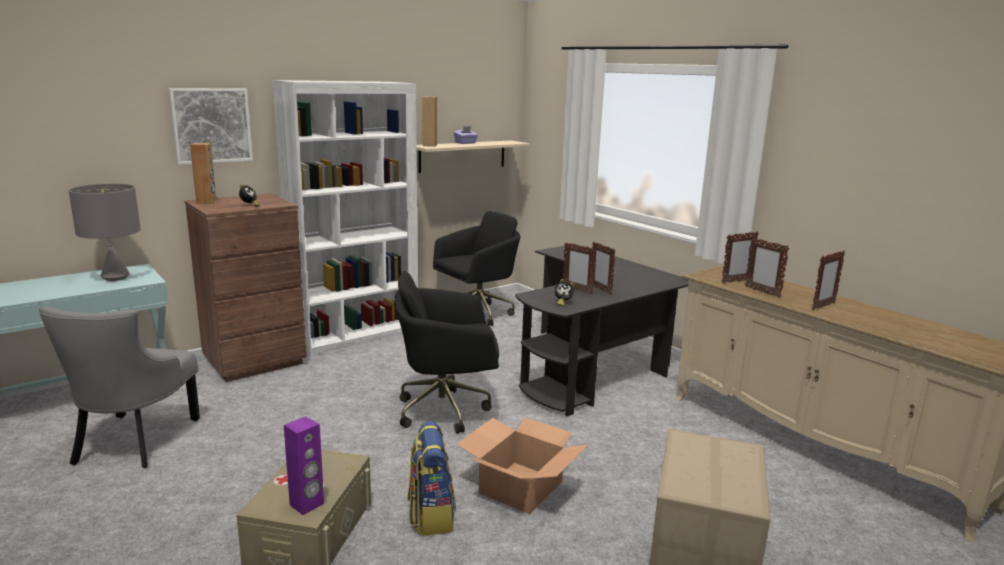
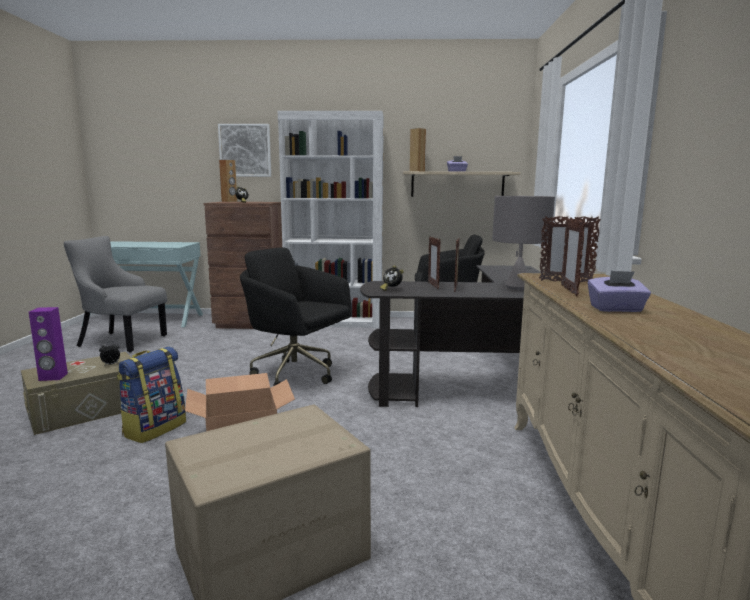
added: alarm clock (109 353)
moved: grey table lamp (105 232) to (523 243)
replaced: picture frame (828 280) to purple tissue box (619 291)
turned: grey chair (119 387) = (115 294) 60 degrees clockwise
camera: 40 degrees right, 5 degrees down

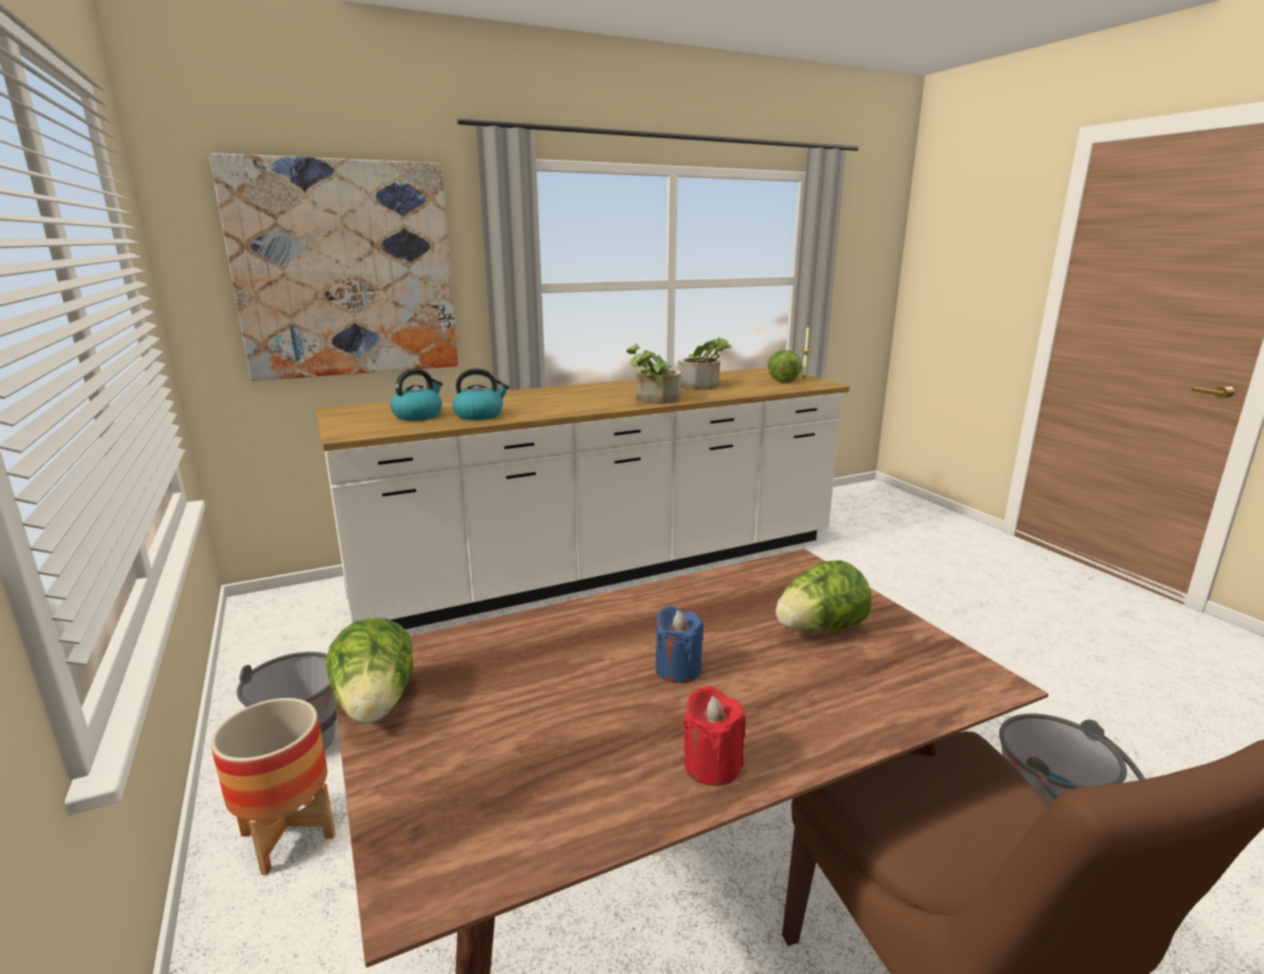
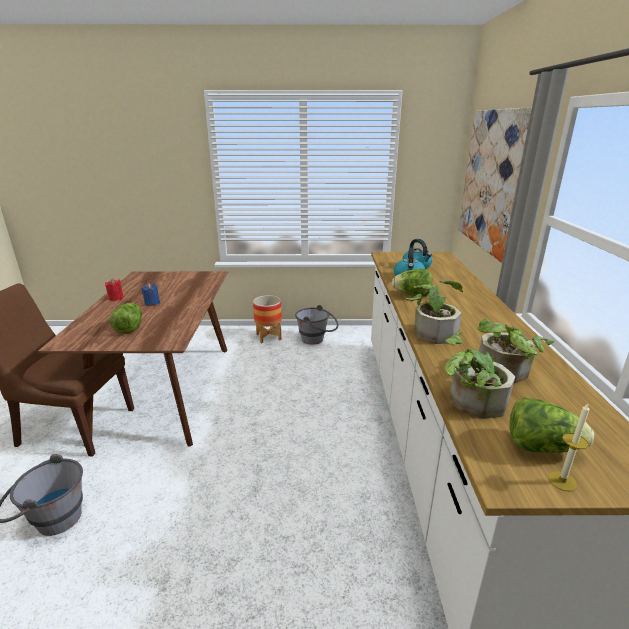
added: potted plant (480 375)
moved: lettuce (369 670) to (412 283)
camera: 115 degrees right, 5 degrees up

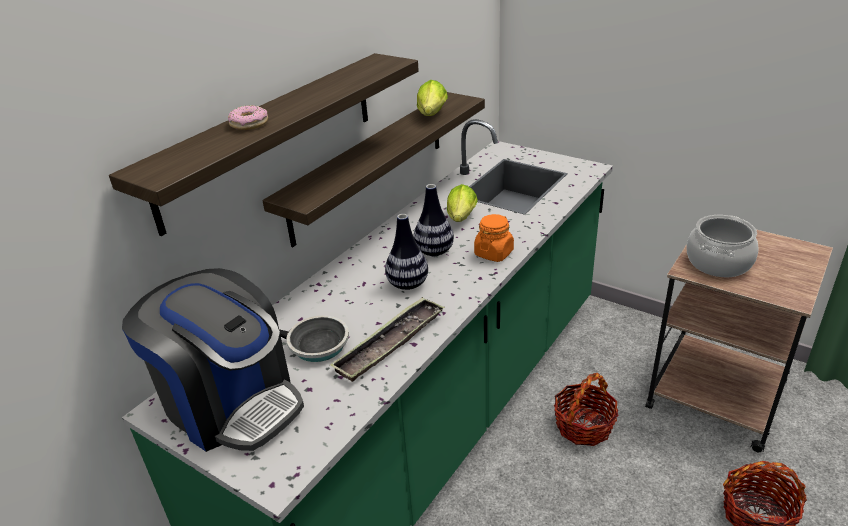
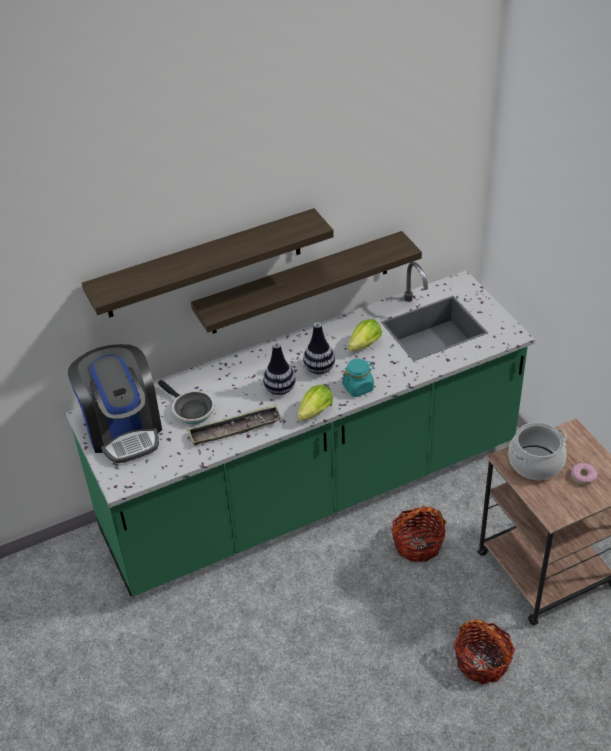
moved: donut (248 117) to (584 474); lettuce (432 98) to (315 403)
recoloured: orange jar (494 238) to turquoise jar (358 378)
camera: 30 degrees right, 10 degrees up

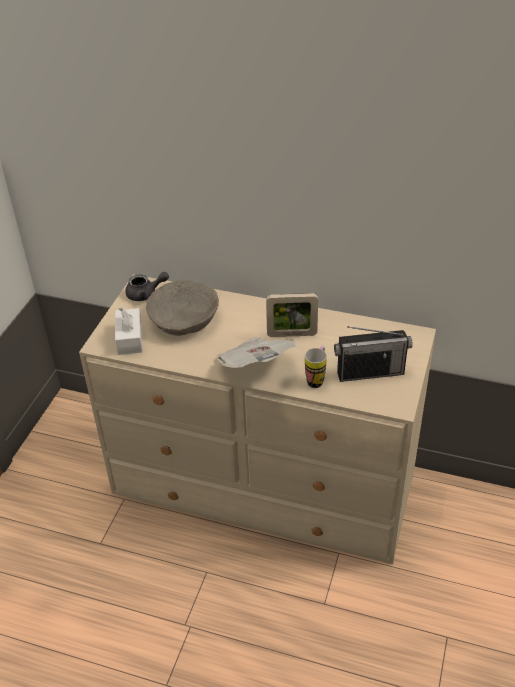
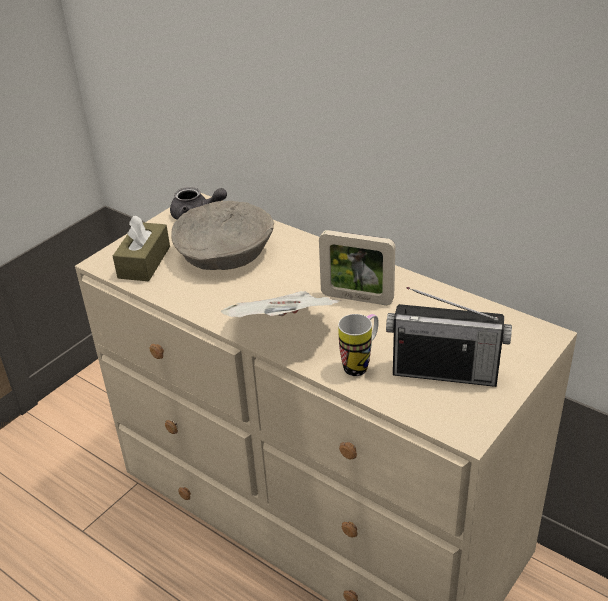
recoloured: white tissue box (129 331) to brown tissue box (141 248)
camera: 20 degrees right, 5 degrees down

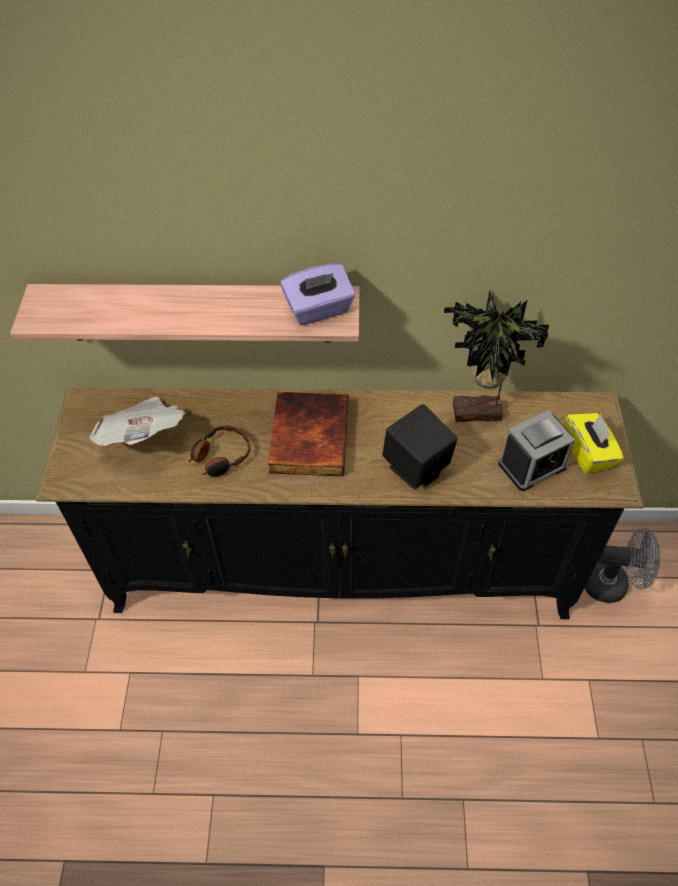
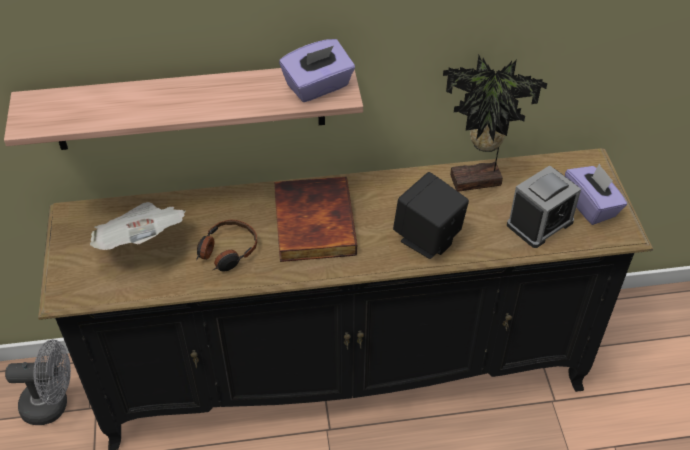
moved: grey fan (622 565) to (38 382)
recoloured: yellow tissue box (594 443) to purple tissue box (596 194)
camera: 10 degrees left, 5 degrees down

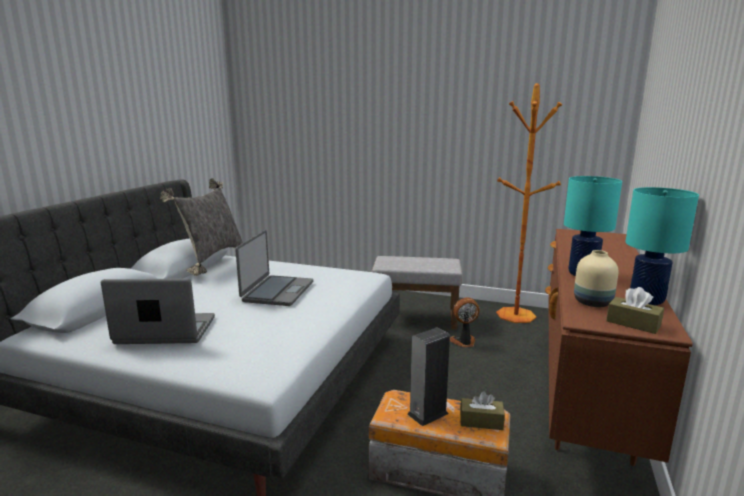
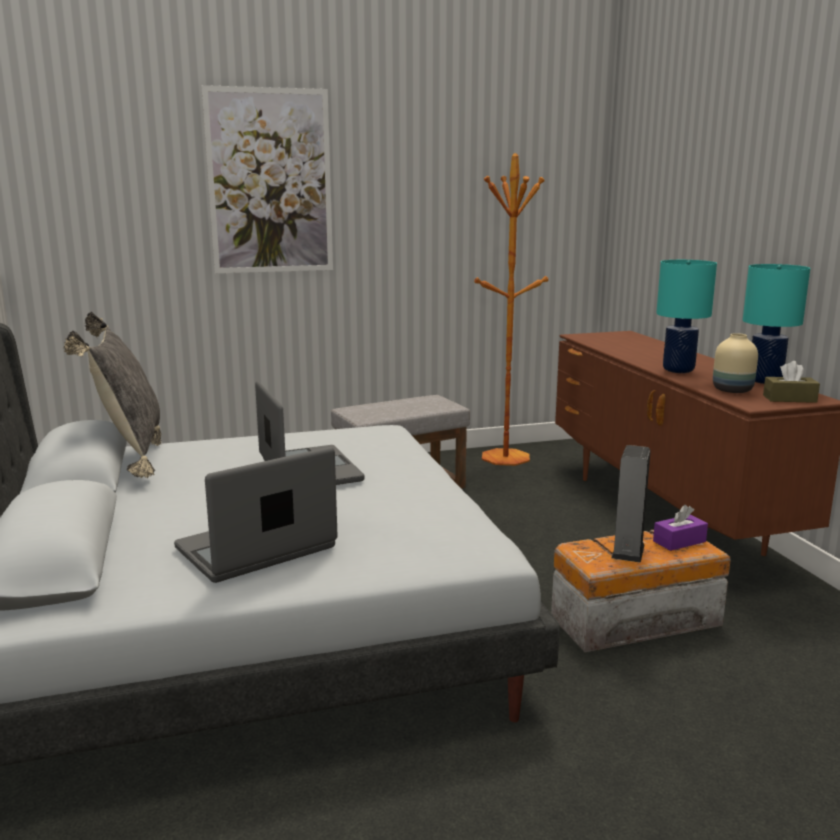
removed: fan (465 322)
added: picture (267 179)
recoloured: brown tissue box (482 410) to purple tissue box (680 528)
camera: 35 degrees left, 0 degrees up

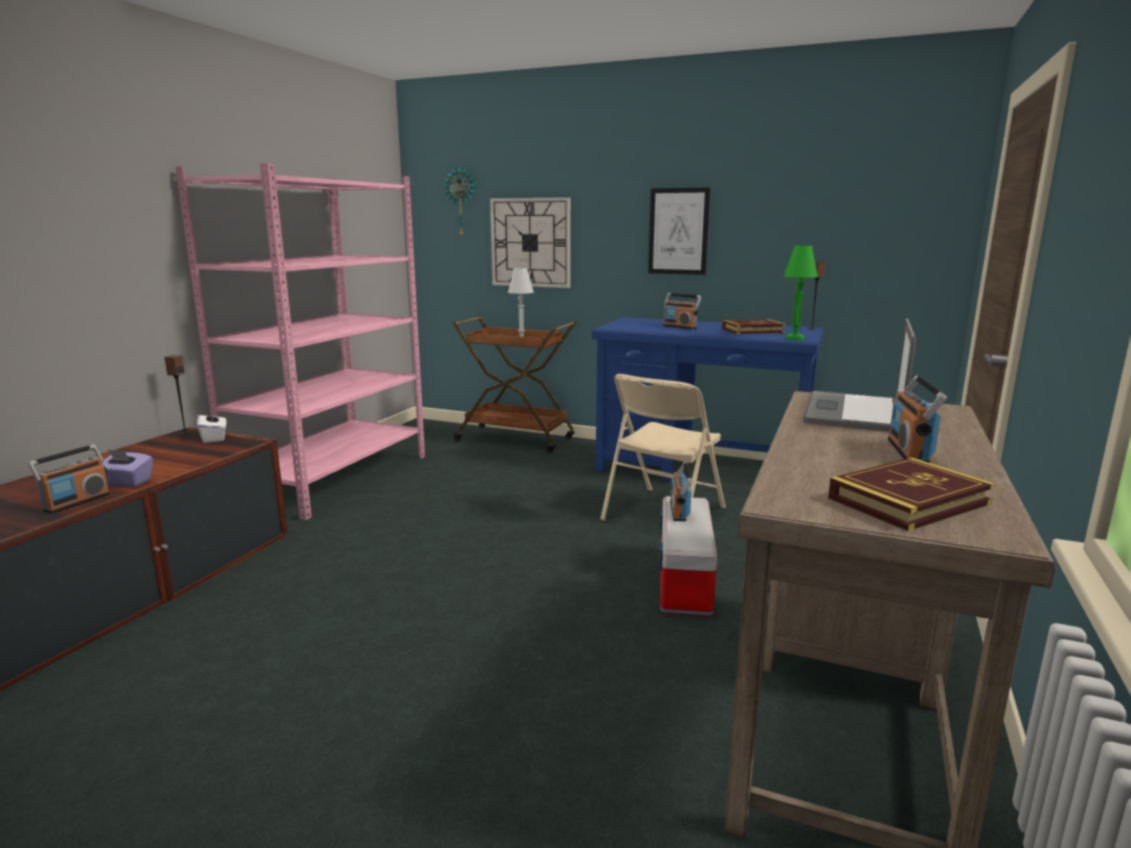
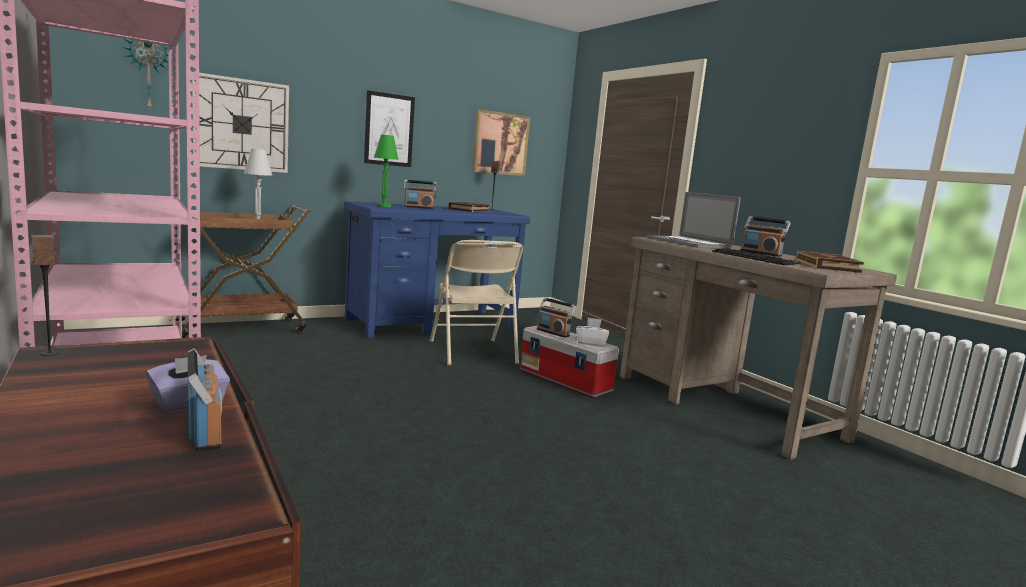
added: picture (501 142); keyboard (756 256)
moved: white tissue box (212 426) to (592 332); green table lamp (801 292) to (386 171)
camera: 55 degrees left, 5 degrees down

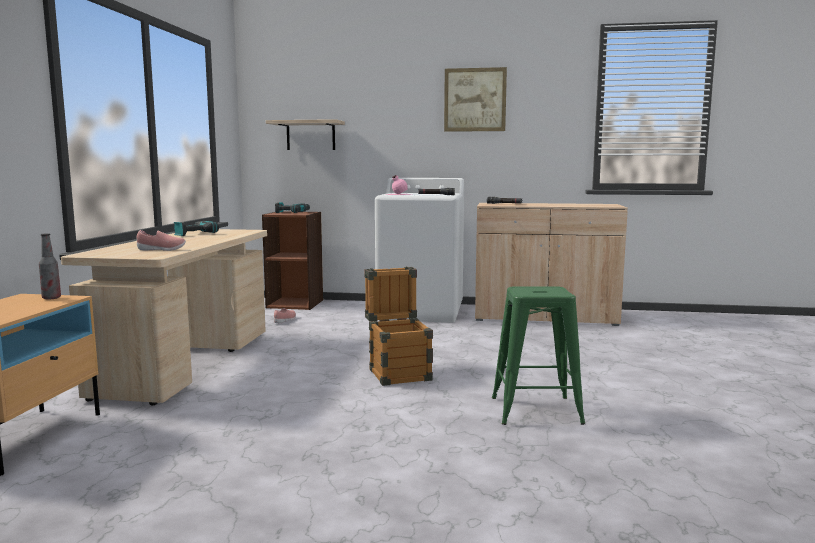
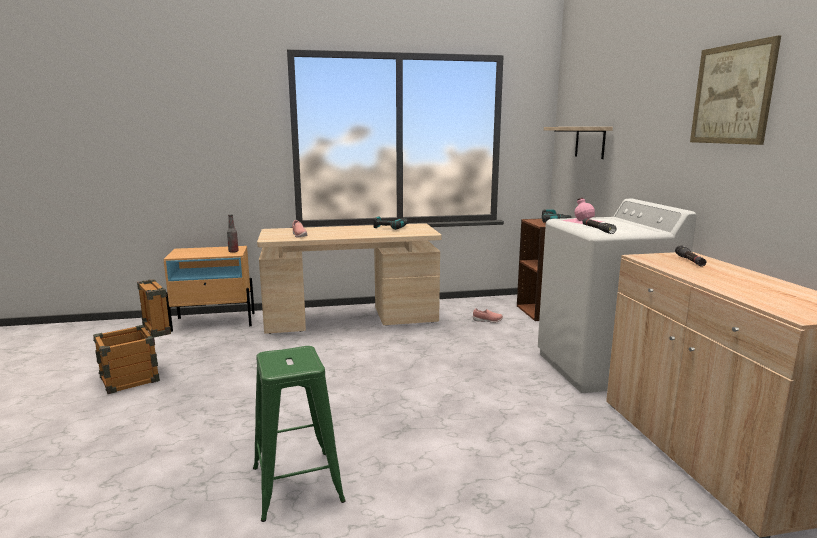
moved: crate (398 326) to (132 336)
camera: 70 degrees right, 5 degrees up

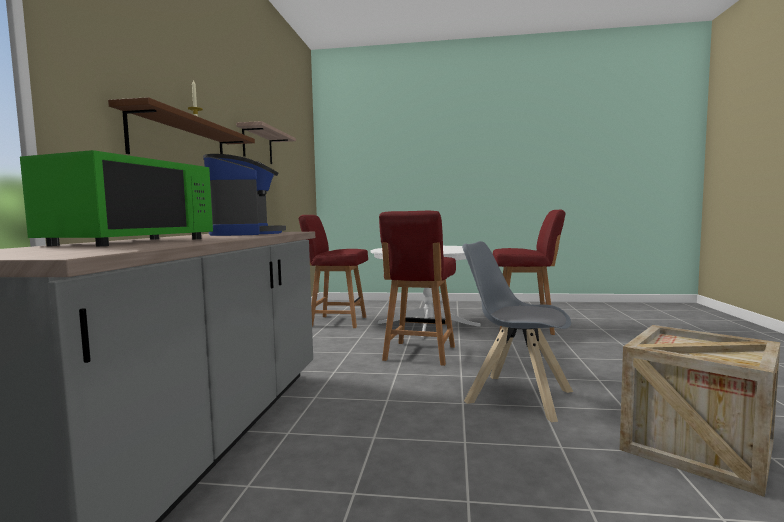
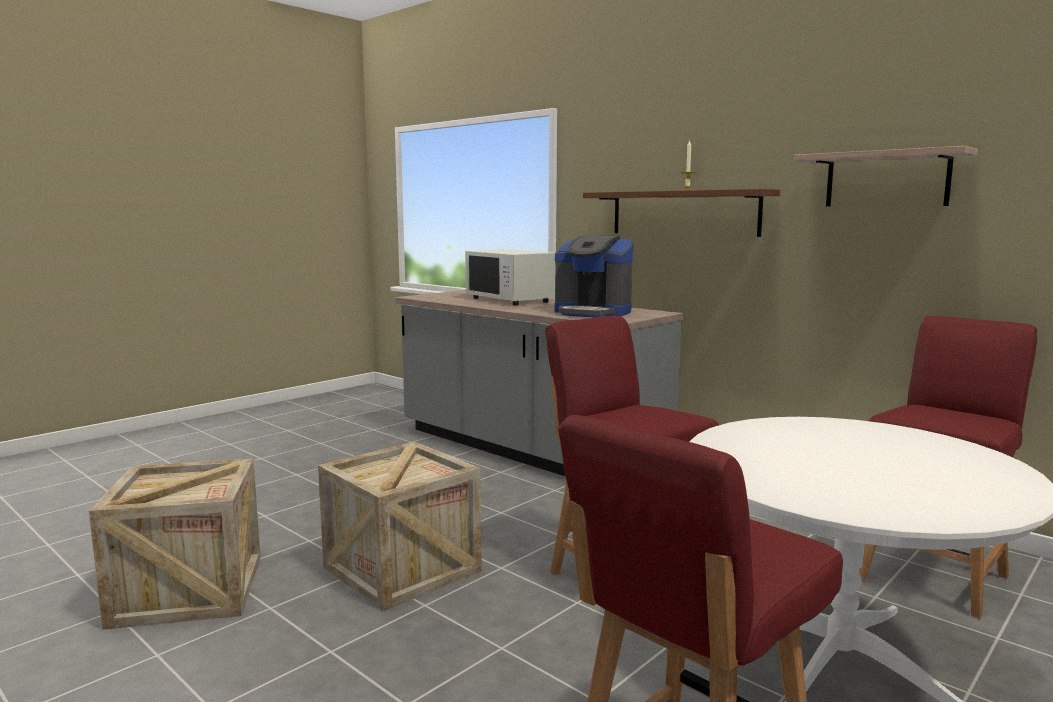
replaced: grey chair (517 331) to crate (400 527)
recoloured: green microwave (116 198) to white microwave (510 277)
camera: 125 degrees right, 5 degrees up

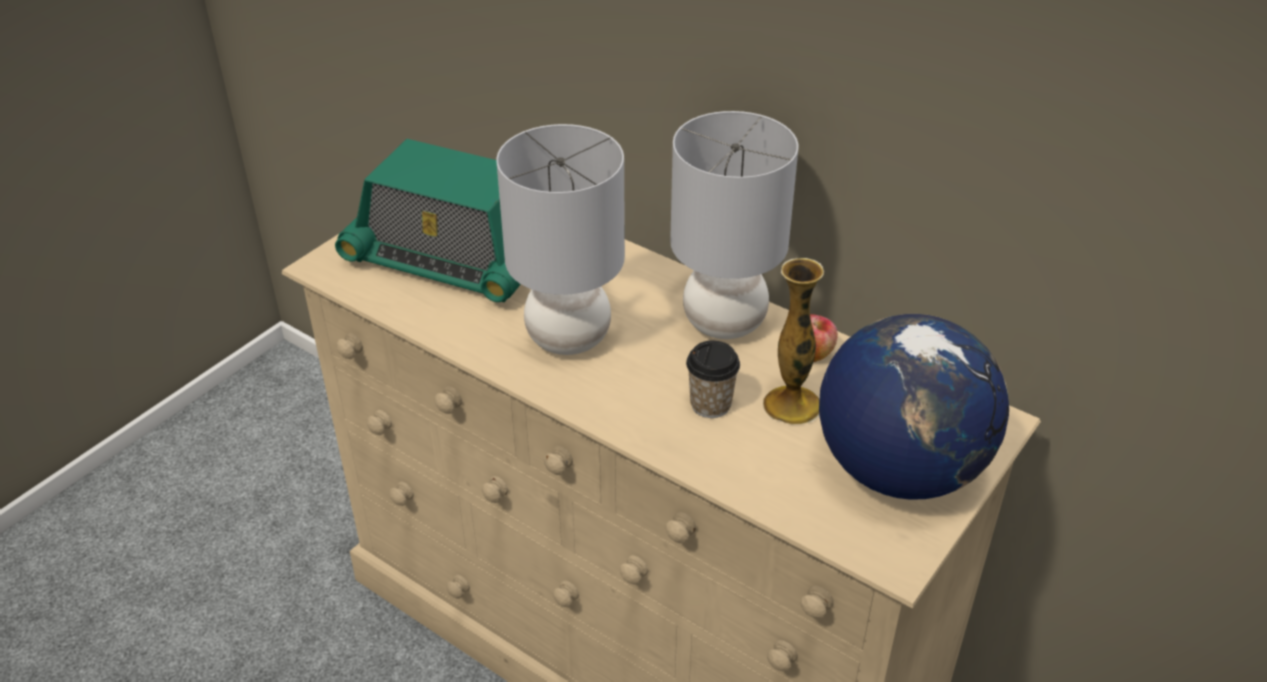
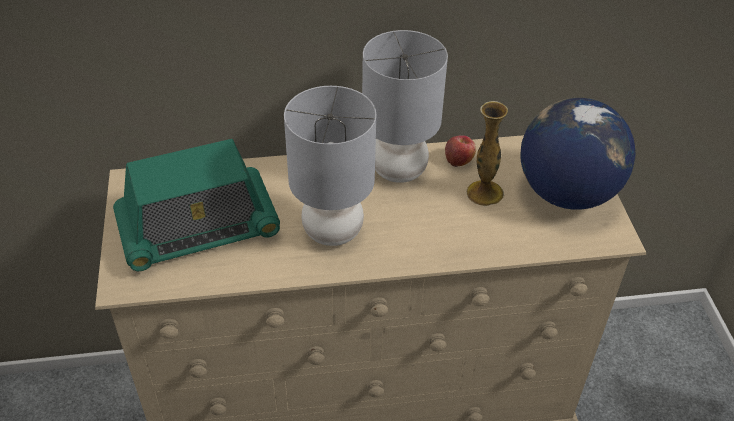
removed: cup (713 379)
camera: 45 degrees left, 5 degrees up

